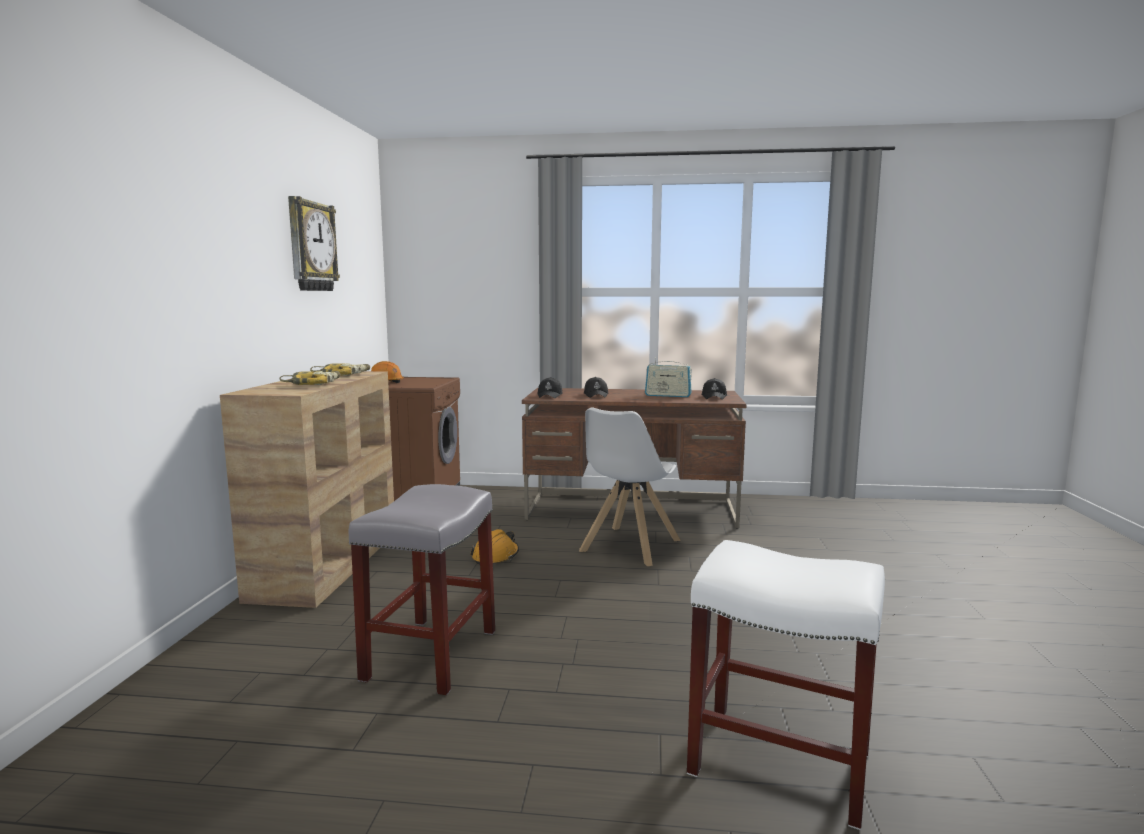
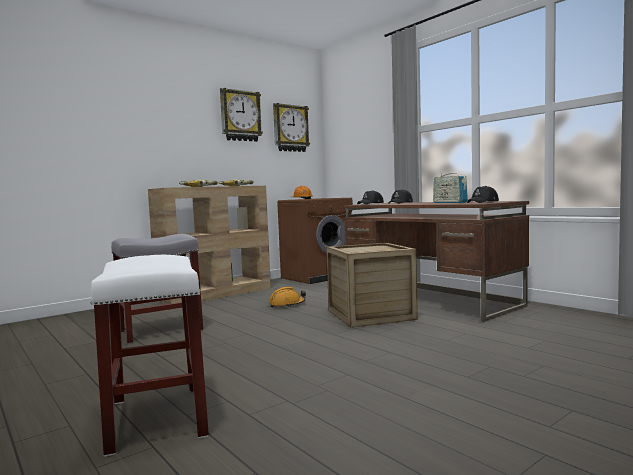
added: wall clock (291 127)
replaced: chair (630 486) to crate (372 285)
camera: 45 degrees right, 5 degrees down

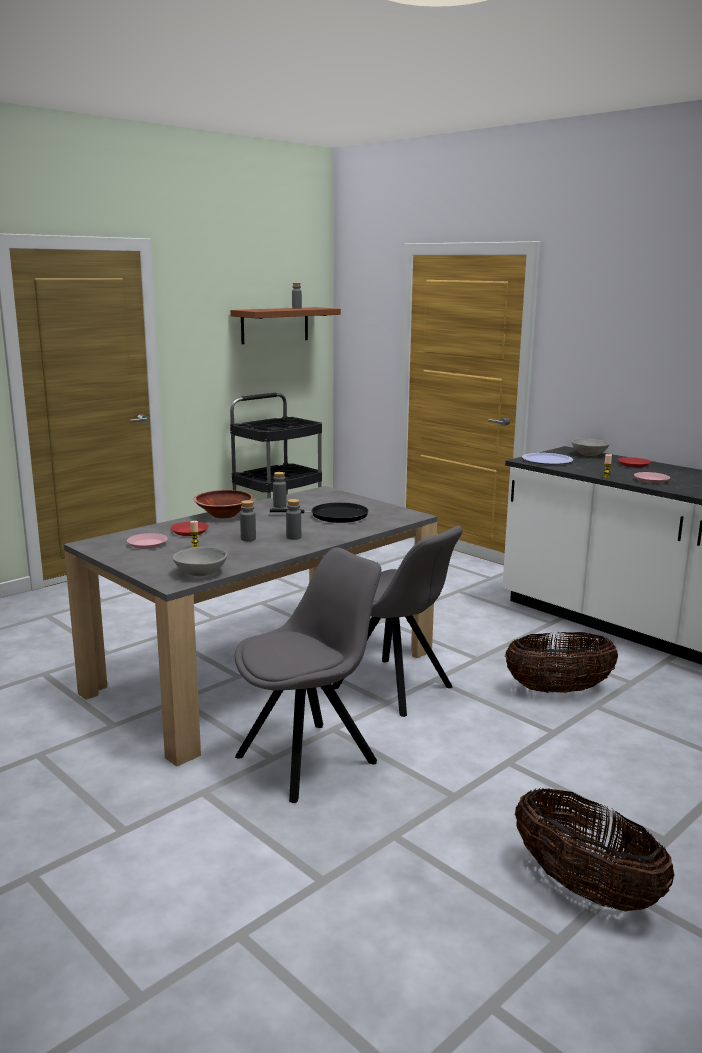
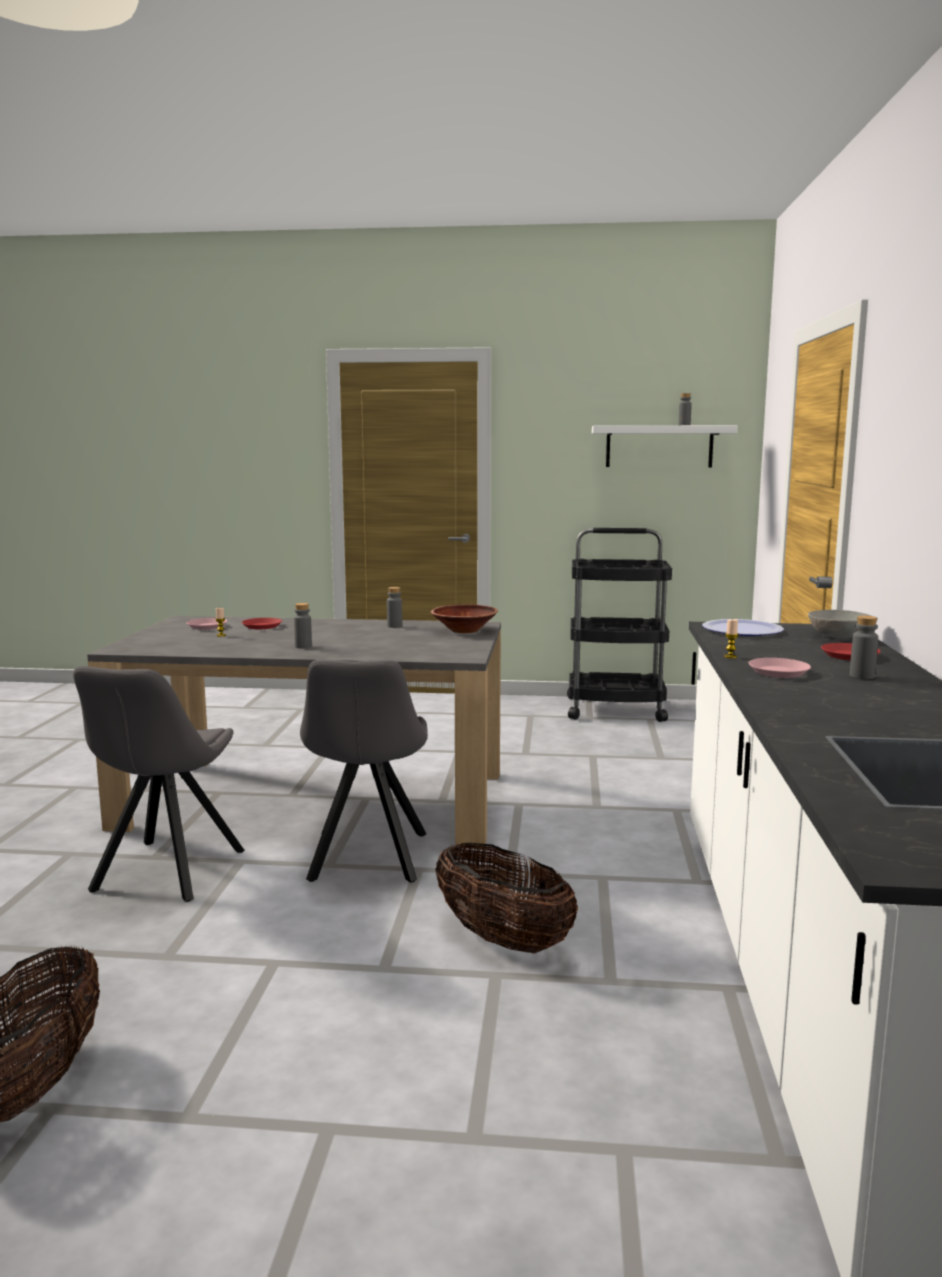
removed: grey bowl (200 561); black frying pan (319 512)
moved: brown bowl (224 504) to (464 619); grey bottle (248 520) to (864 647)
recoloured: brown shelf (285 325) to white shelf (665 446)
turned: grey chair (308 675) = (159 784) 90 degrees clockwise
camera: 50 degrees right, 5 degrees down

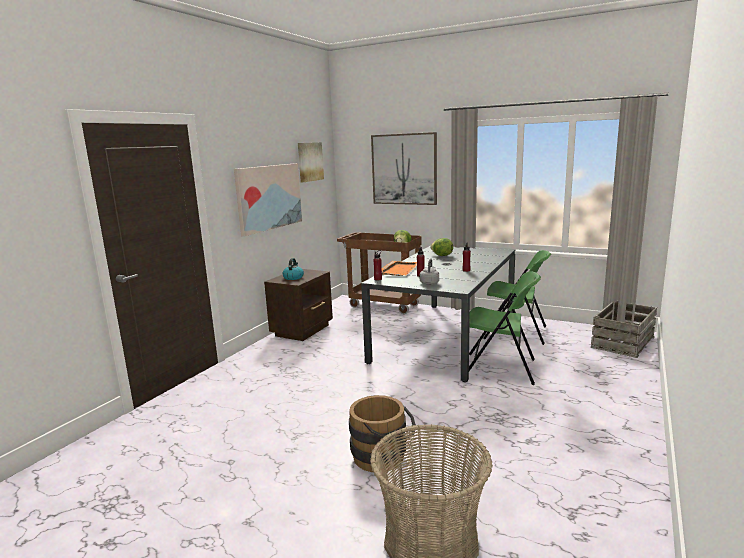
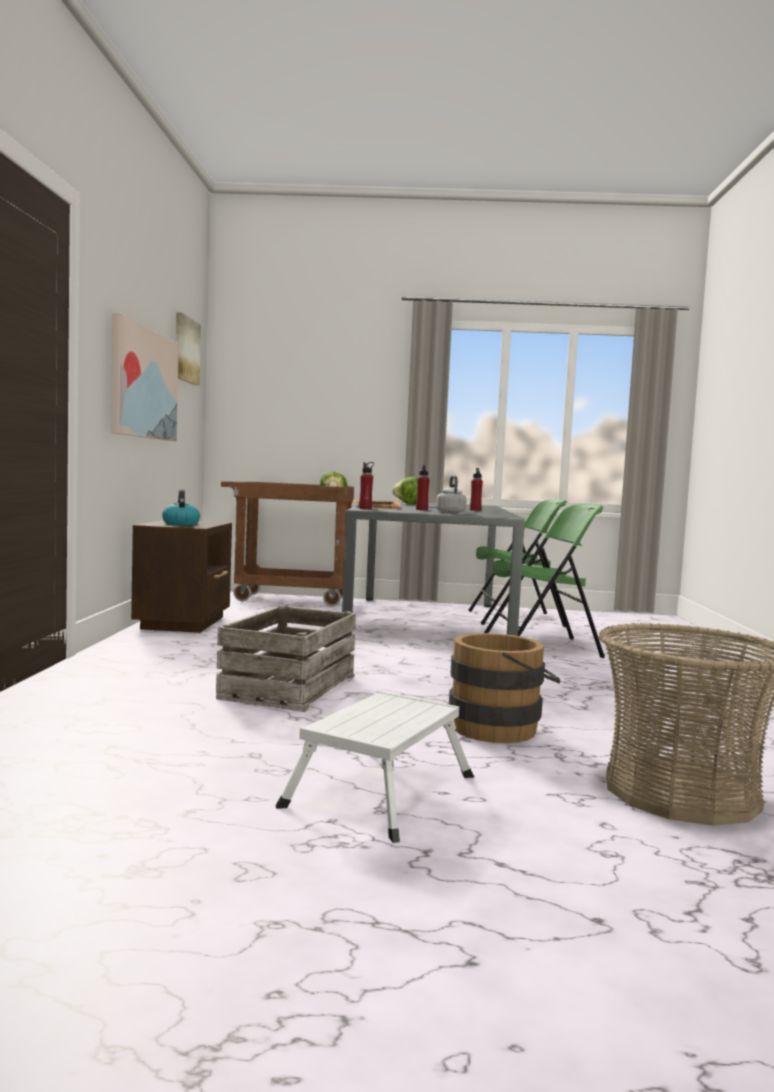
removed: picture (404 168)
added: white step ladder (374 767)
moved: crate (624 329) to (286 658)
camera: 25 degrees left, 10 degrees down

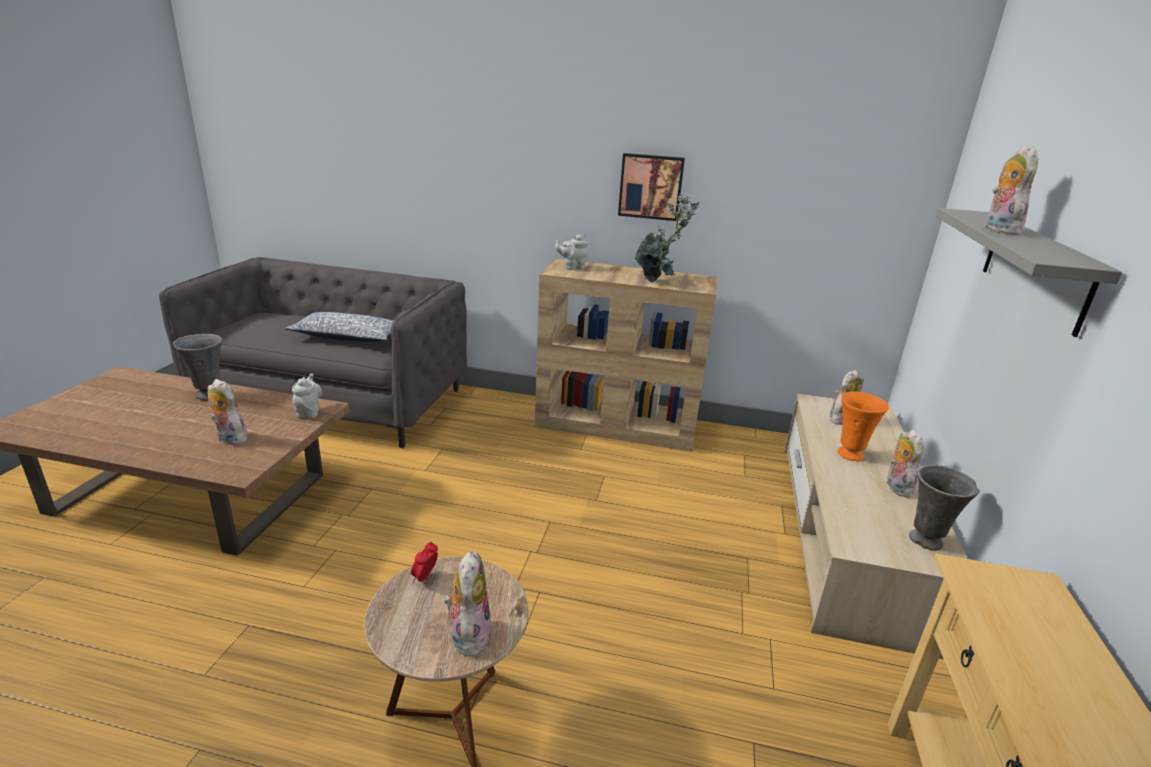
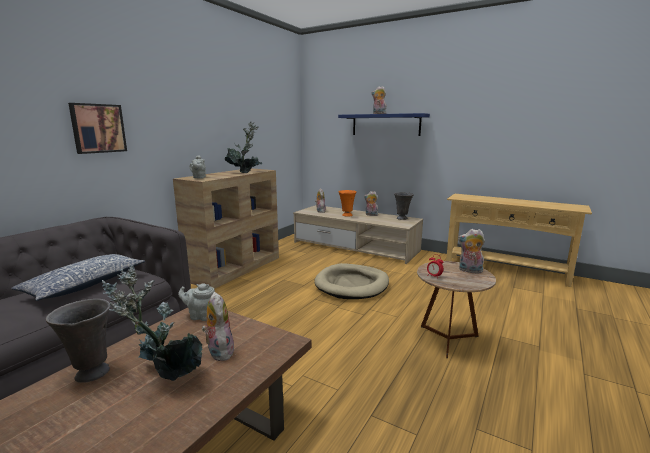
added: potted plant (152 323); beige dog bed (351 281)
moved: picture (651 187) to (97 128)
recoloured: grey shelf (1029 272) to blue shelf (384 124)
turned: plush toy (227 412) = (218 326) 105 degrees clockwise
camera: 70 degrees left, 10 degrees down

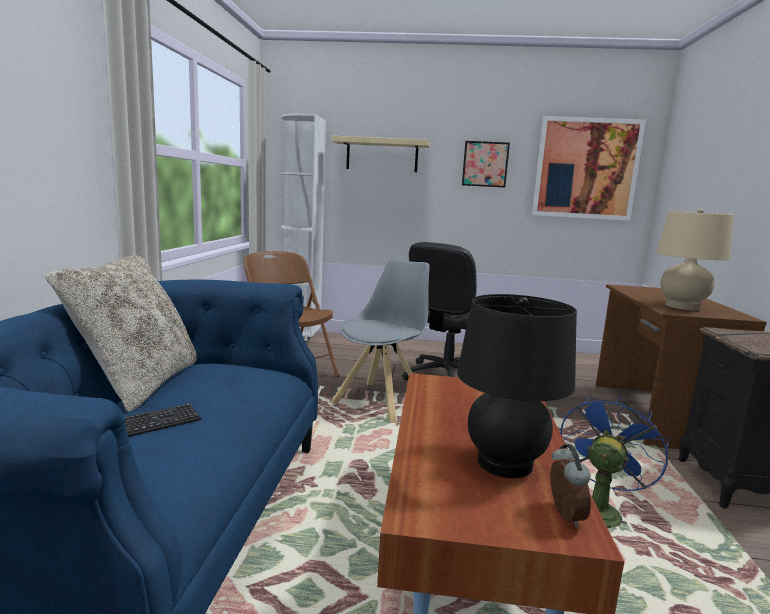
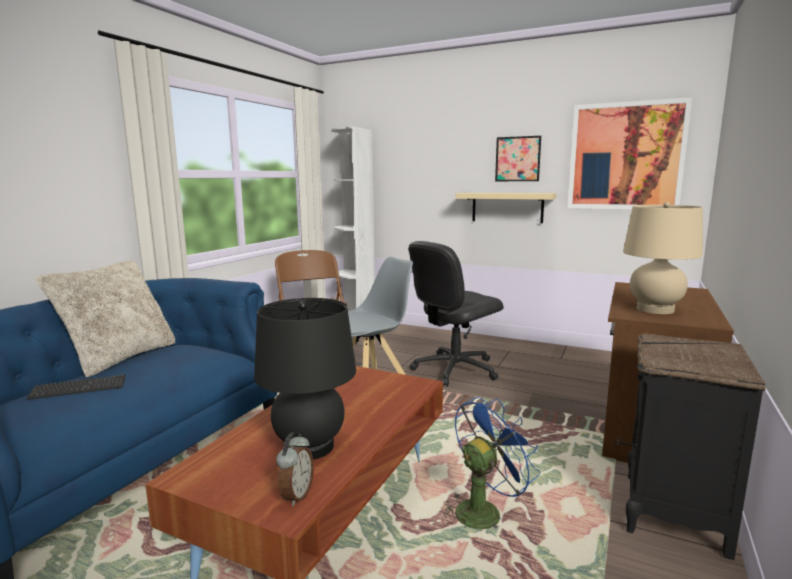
moved: beige shelf (381 154) to (506 208)
camera: 20 degrees right, 0 degrees up

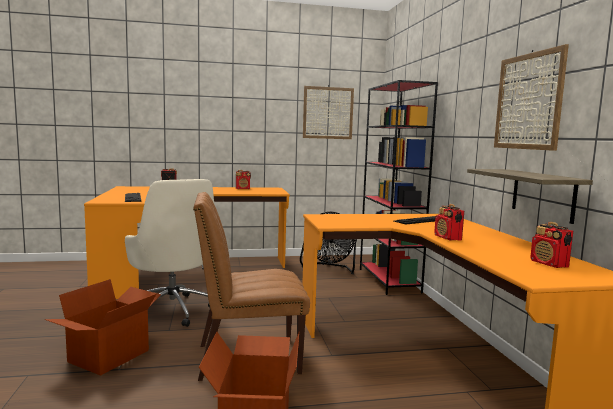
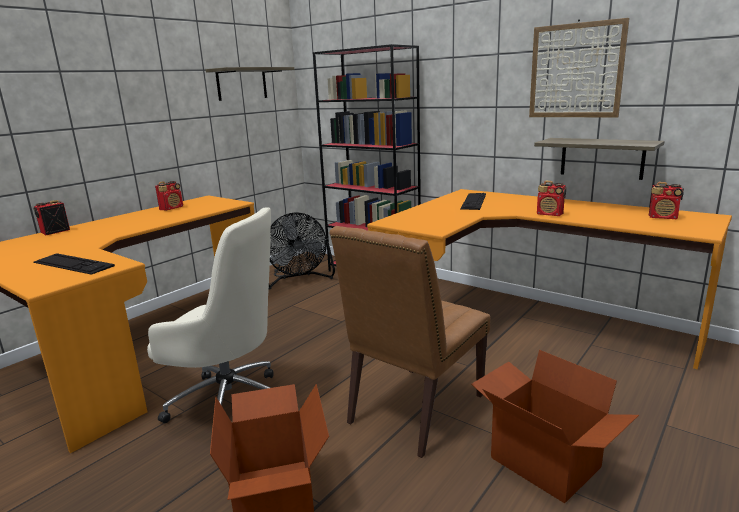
replaced: picture (328 112) to shelf (249 84)
camera: 40 degrees left, 10 degrees up

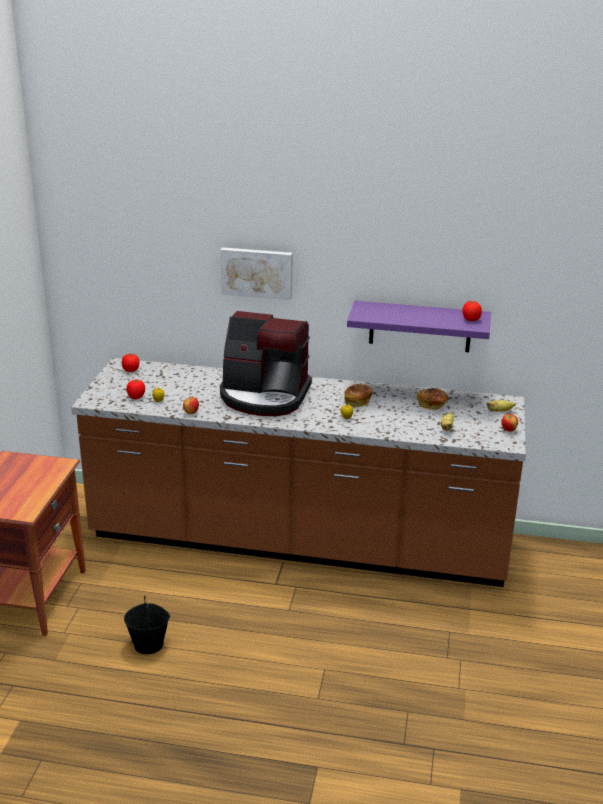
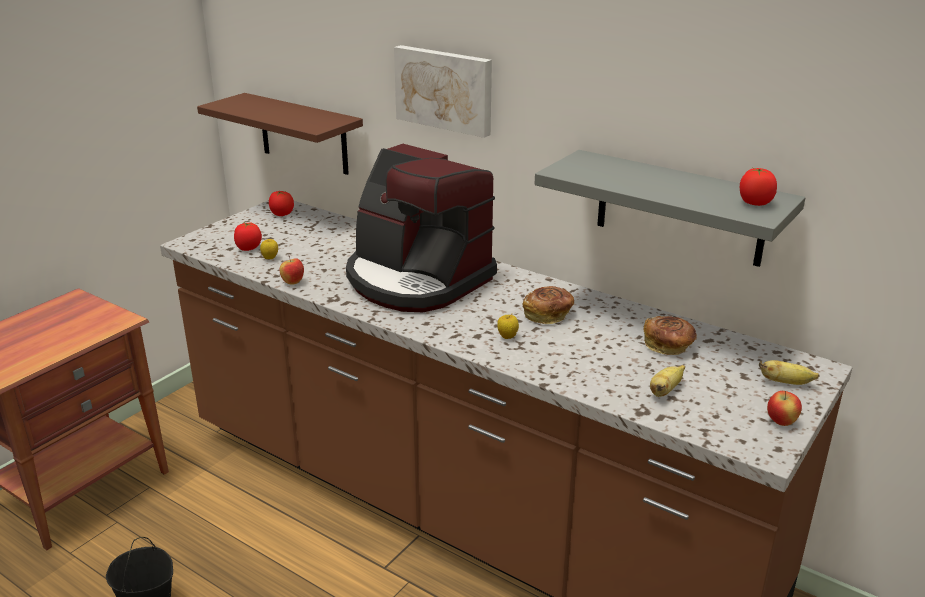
added: brown shelf (280 134)
recoloured: purple shelf (419 326) to grey shelf (670 208)
camera: 25 degrees right, 0 degrees up

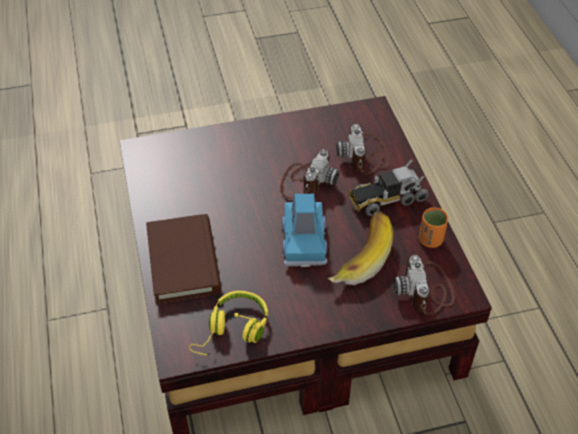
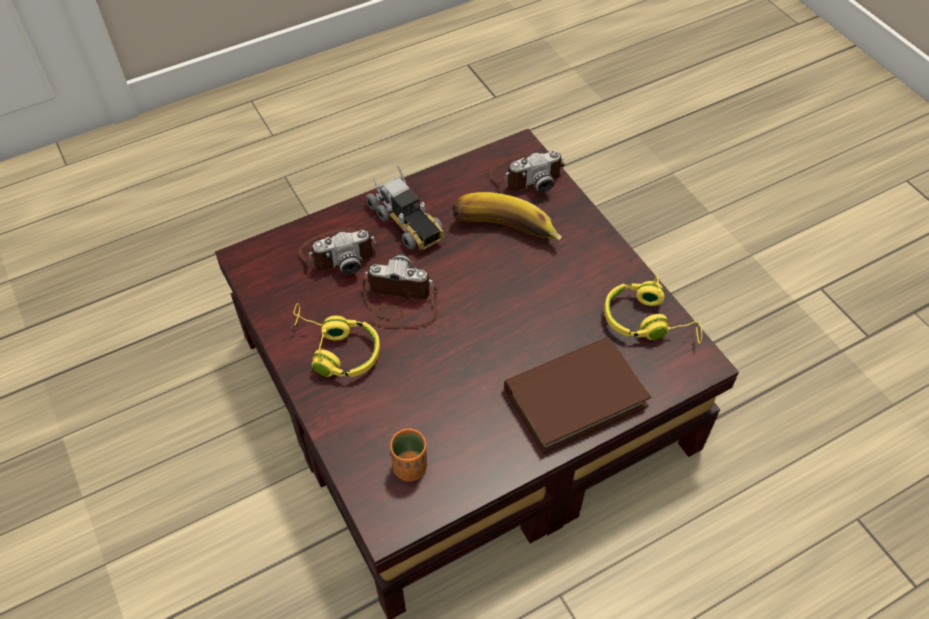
removed: blue toy car (304 230)
added: yellow headphones (335 340)
moved: orange cup (433 227) to (408 455)
camera: 105 degrees left, 5 degrees up

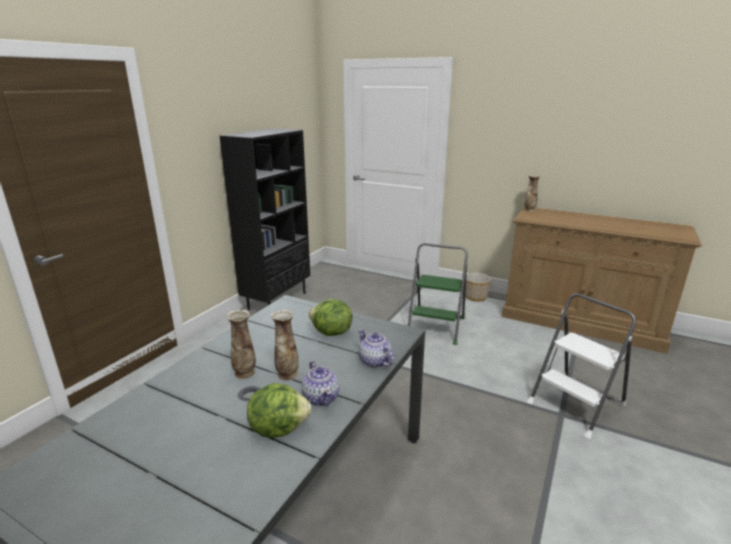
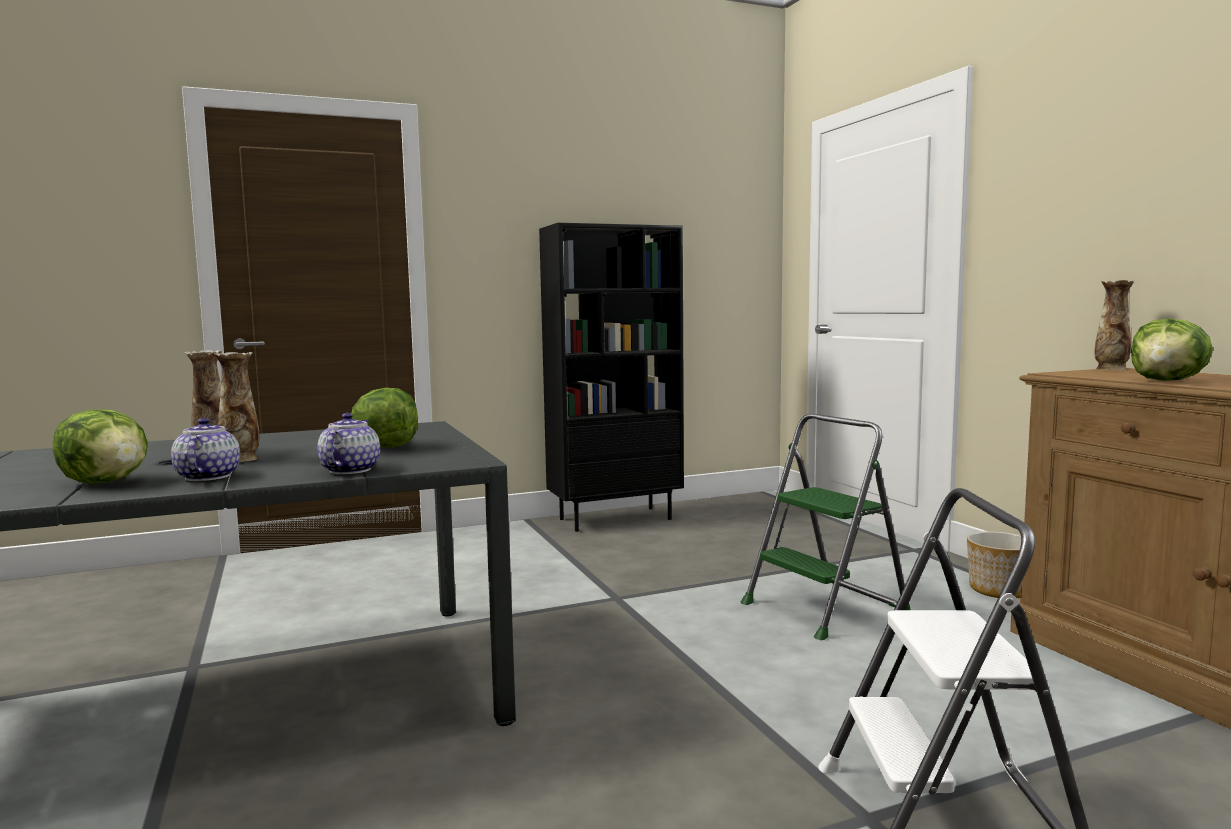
added: lettuce (1172 350)
turned: teapot (320 383) = (205 449) 150 degrees clockwise
camera: 40 degrees right, 15 degrees down

